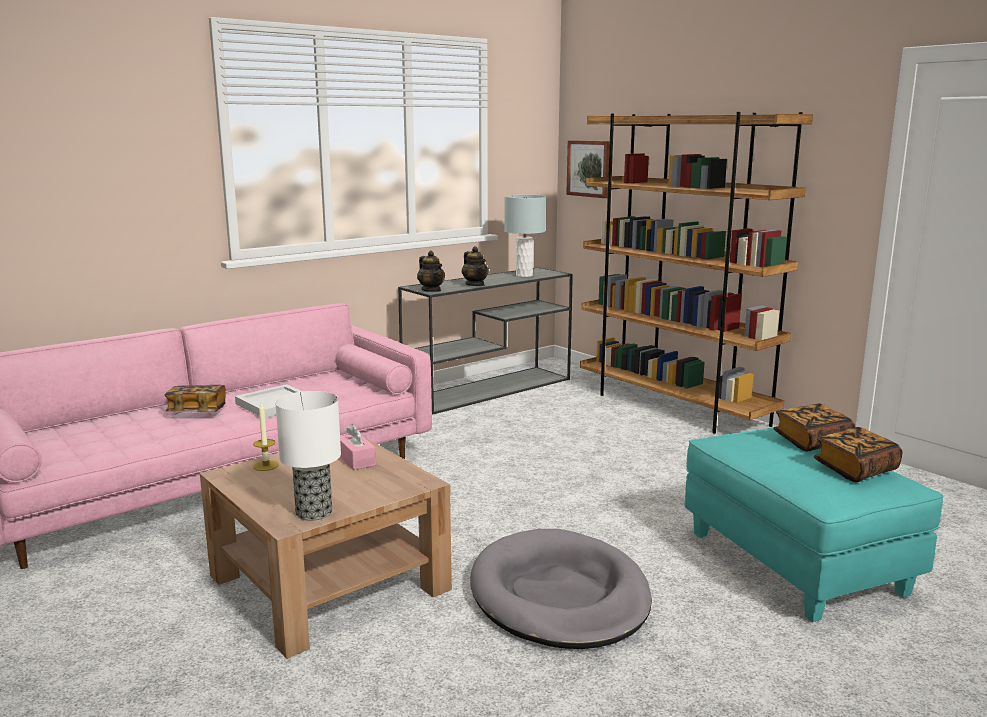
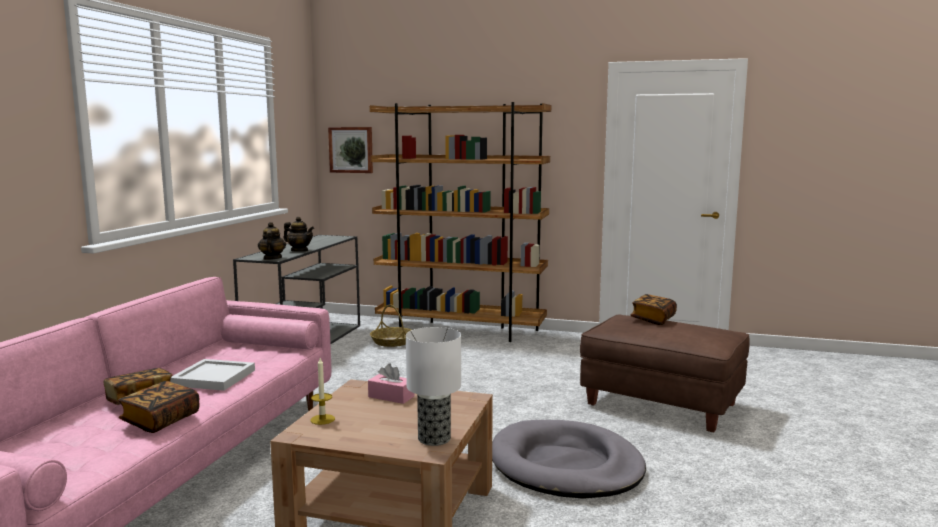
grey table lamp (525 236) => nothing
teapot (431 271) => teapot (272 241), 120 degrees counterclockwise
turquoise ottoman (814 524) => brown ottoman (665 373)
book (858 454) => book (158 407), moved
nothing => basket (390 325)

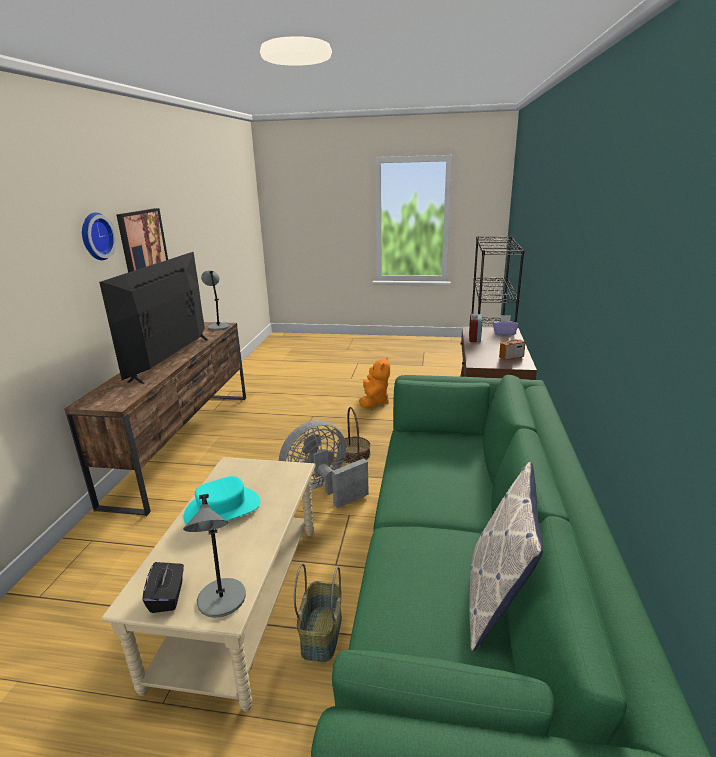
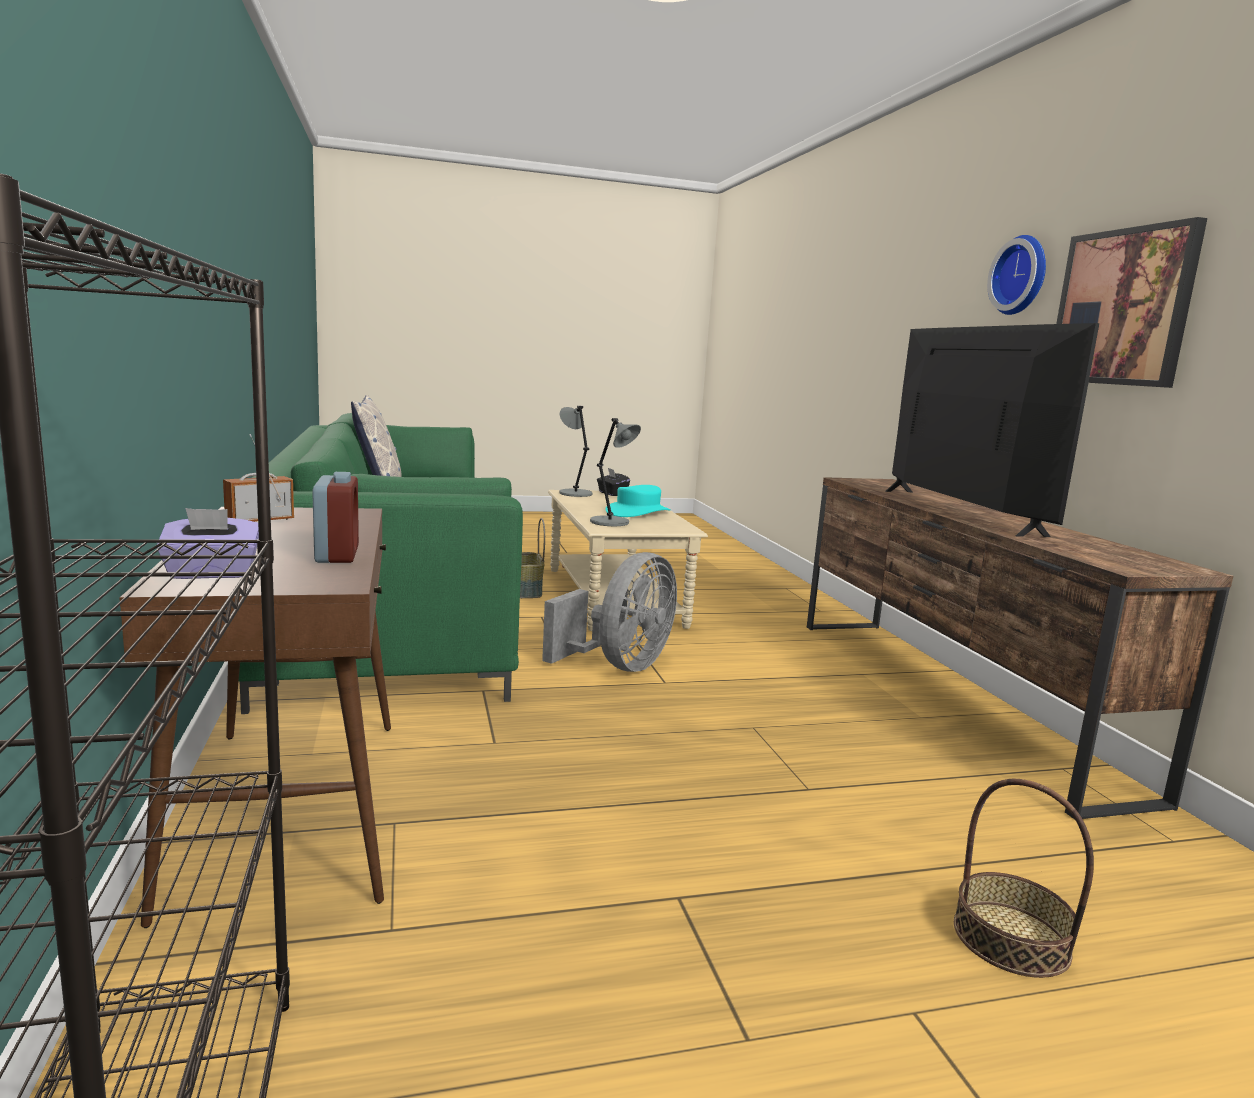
grey table lamp (215 300) => grey table lamp (615 472), moved
orange plush toy (374 383) => nothing
basket (354 435) => basket (1024 878), moved

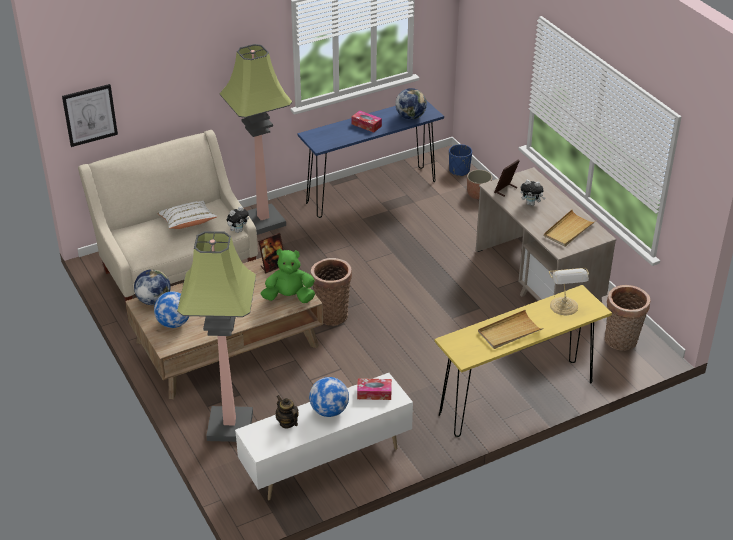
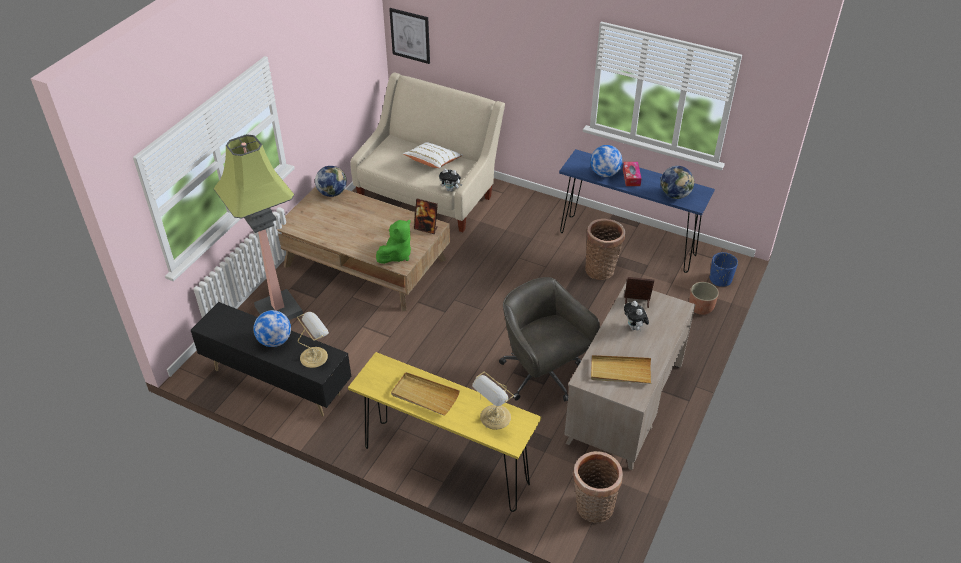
floor lamp (256 139) => nothing
green plush toy (288 276) => green plush toy (393 242), 75 degrees clockwise
basket (331 292) => basket (605 249), moved
globe (171 309) => globe (606 161), moved
white tv stand (324 436) => black tv stand (271 359)
tissue box (374 389) => table lamp (313 340)
teapot (287 411) => nothing
nothing => grey office chair (549 339)

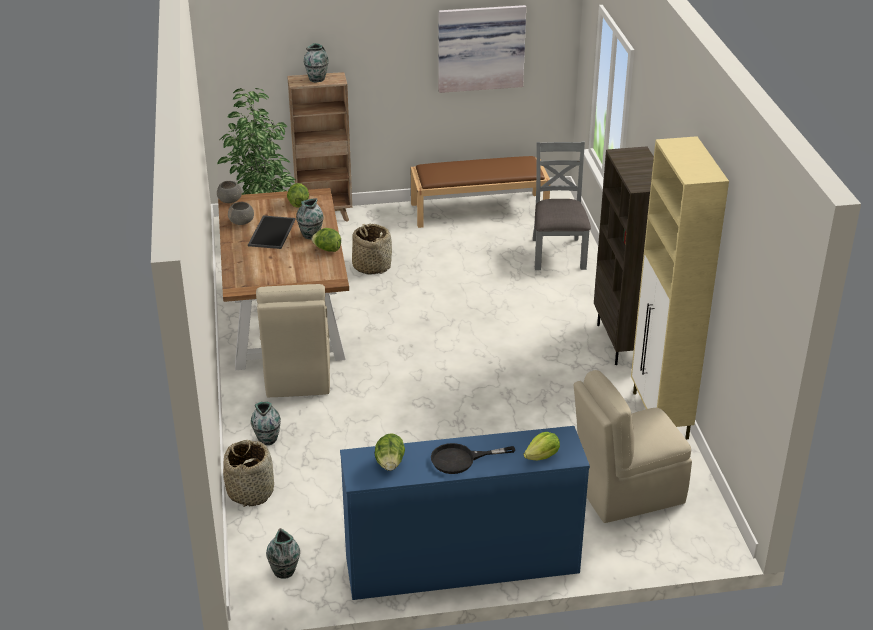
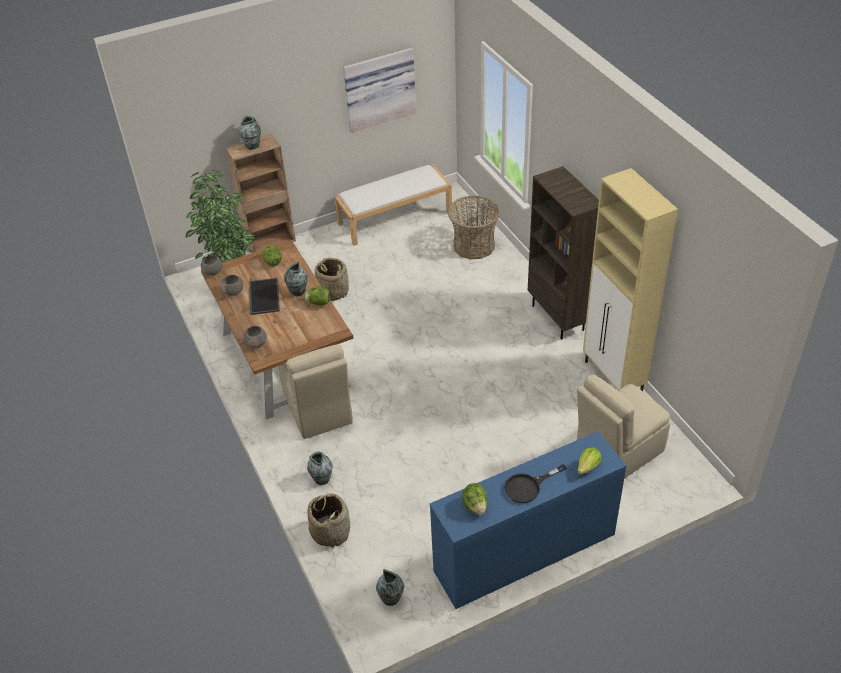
grey chair (562 206) => basket (474 227)
brown bench (480 192) => white bench (393 205)
nothing => grey bowl (255 337)

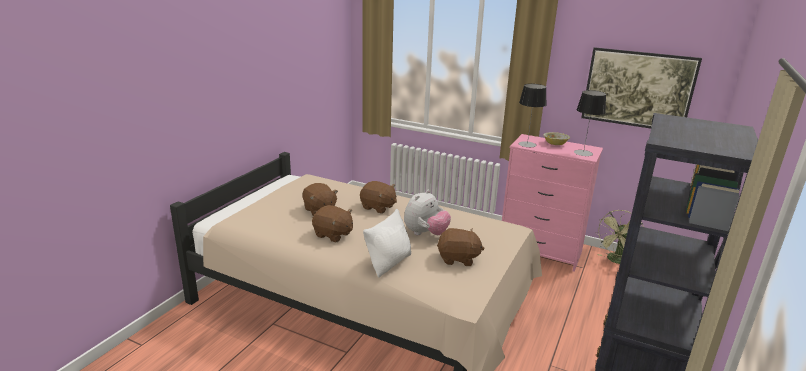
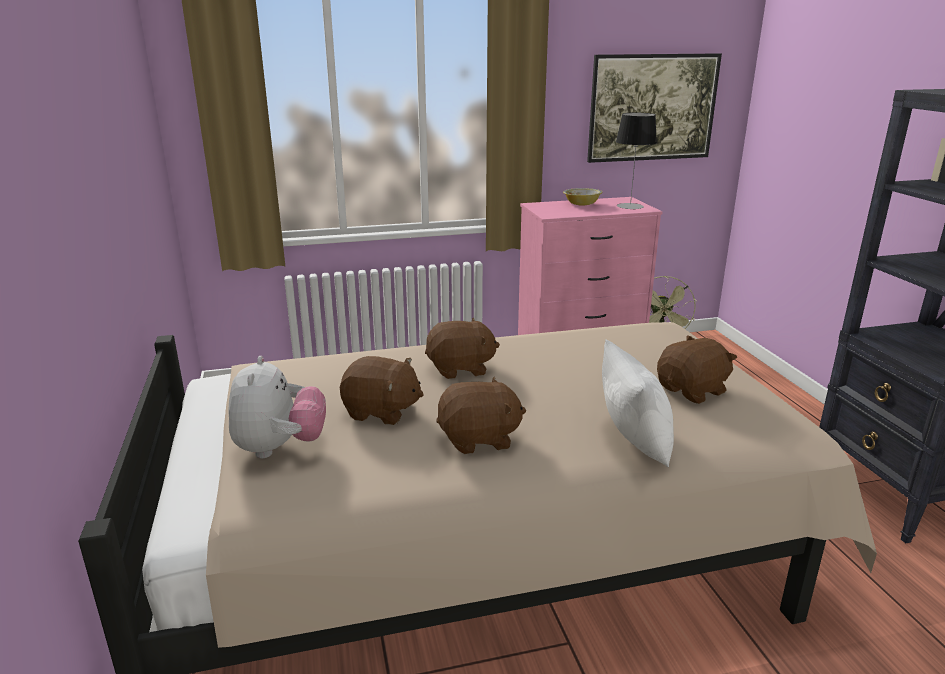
table lamp (533 115) => nothing
plush toy (427 212) => plush toy (277 407), moved

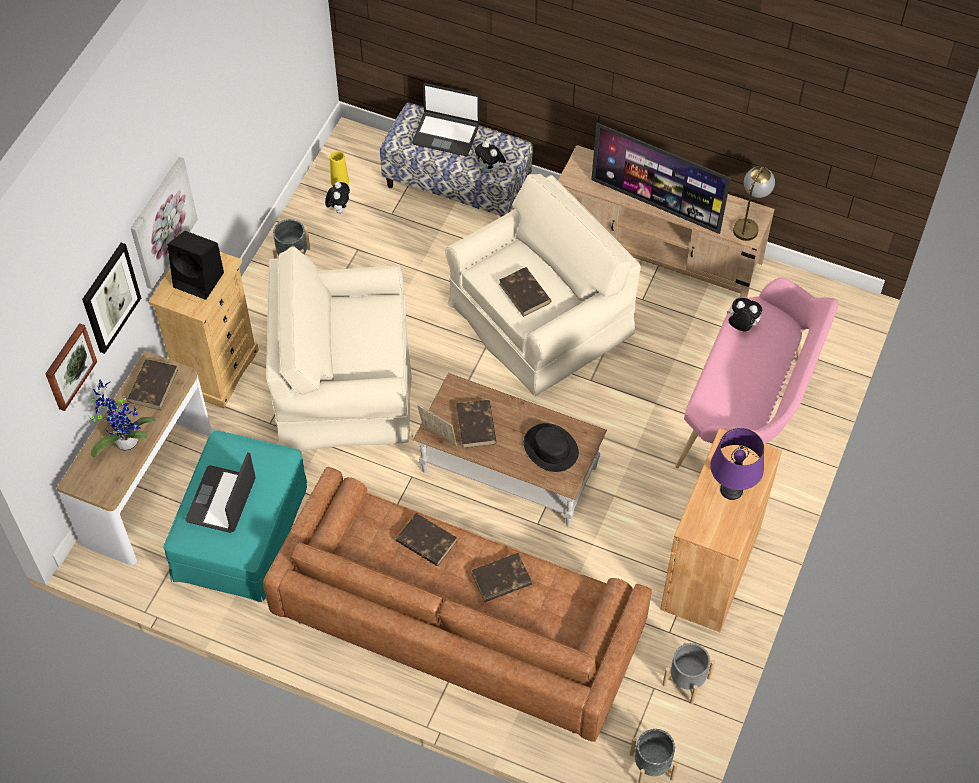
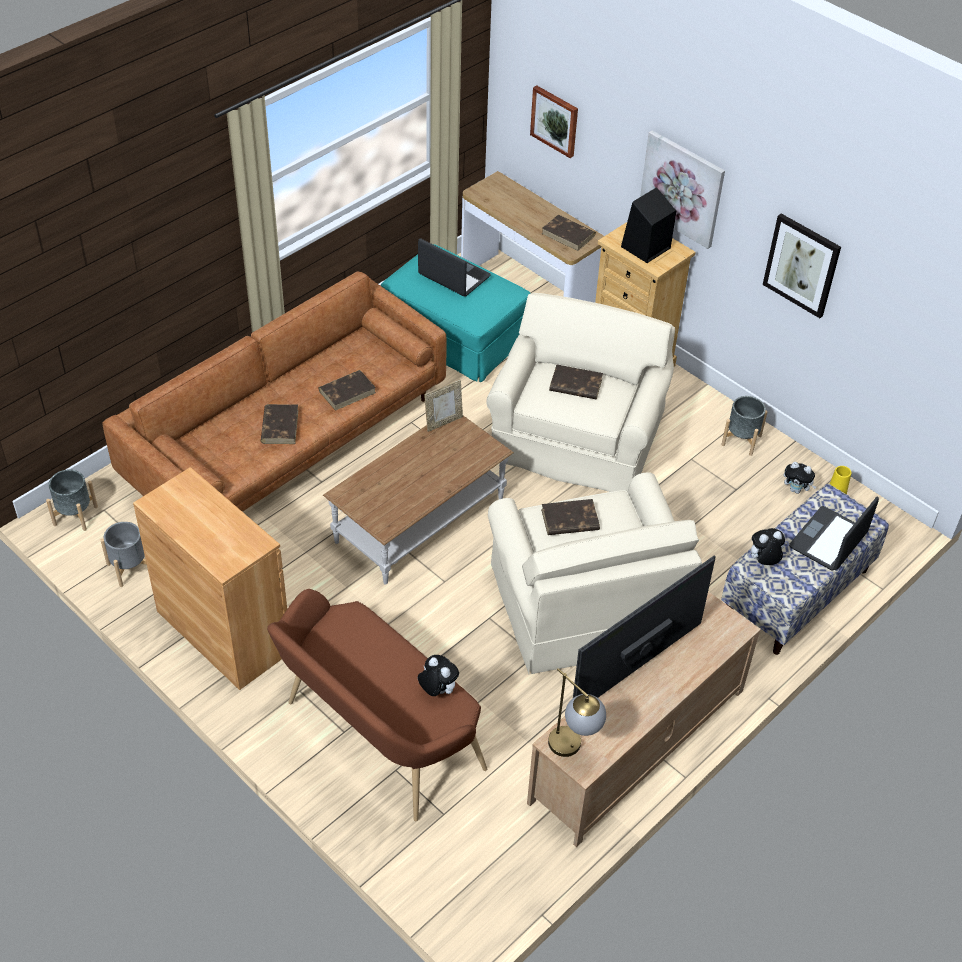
picture (111 298) => picture (802 266), moved
pink bench (756 373) => brown bench (377 705)
plush toy (744 315) => plush toy (438 675), 90 degrees counterclockwise
potted plant (121 418) => nothing
brown book (476 424) => brown book (576 381), moved
black hat (551 447) => nothing
purple table lamp (737 464) => nothing

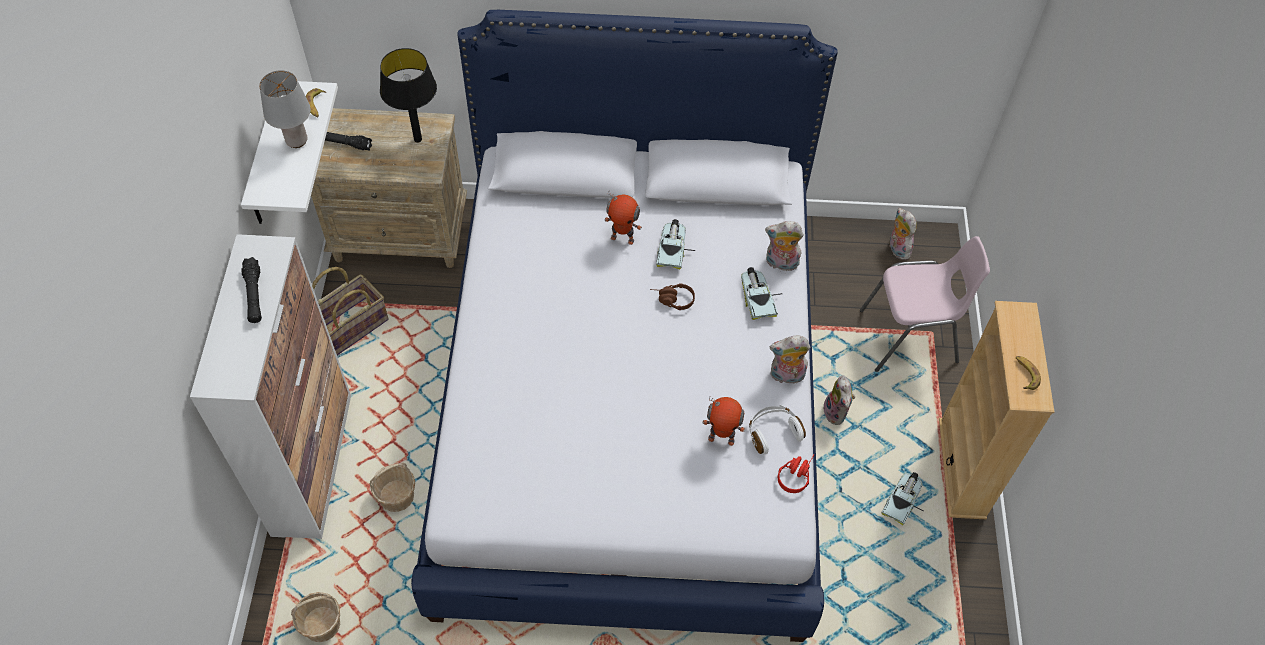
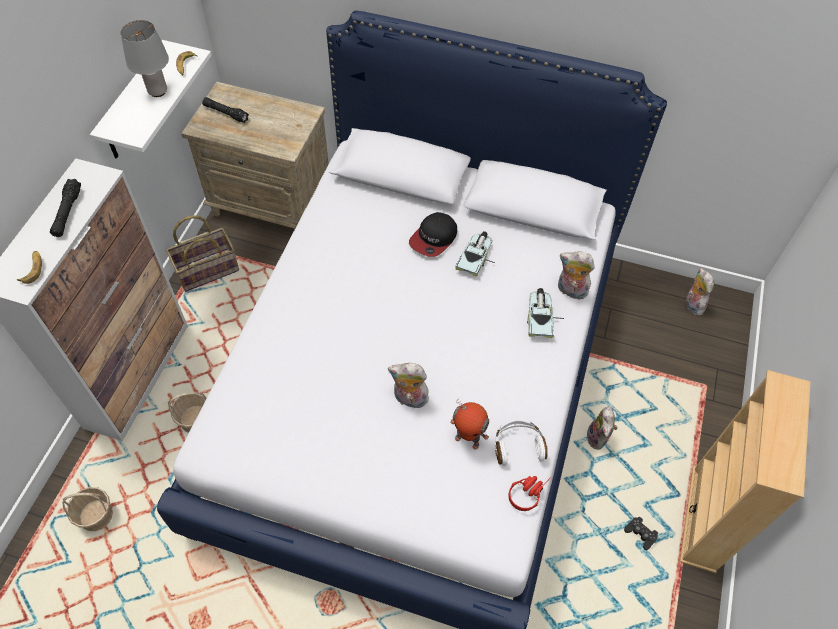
black table lamp (408 95) => nothing
toy robot (623 217) => cap (433 234)
pink chair (925 304) => nothing
brown headphones (672 296) => nothing
plush toy (790 359) => plush toy (408 385), moved
banana (1028 373) => banana (29 267), moved
toy car (903 498) => black game controller (641 533)

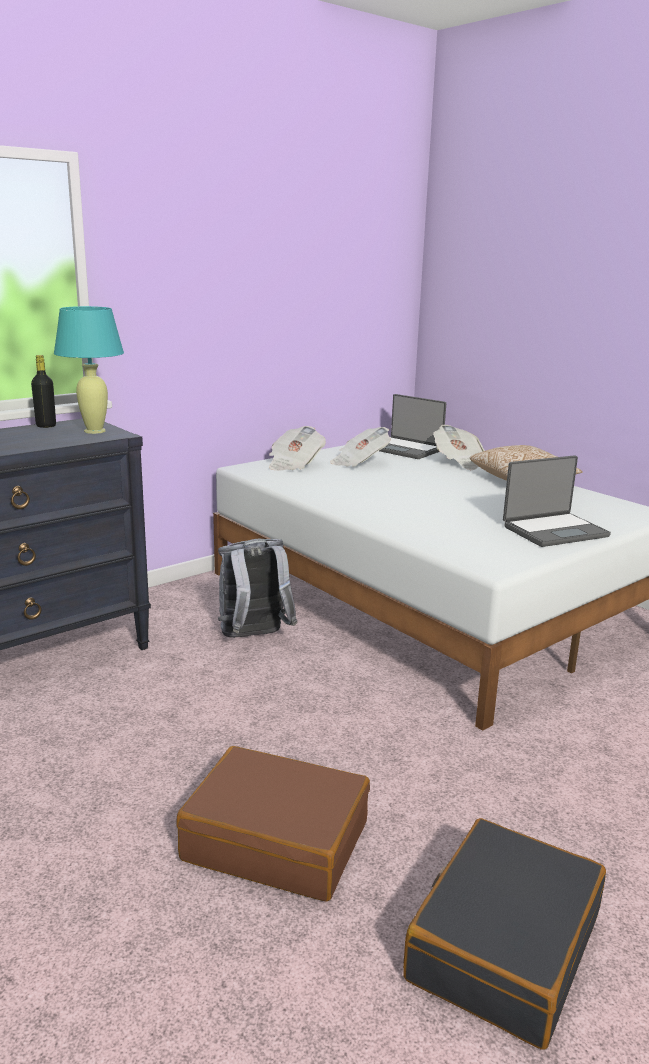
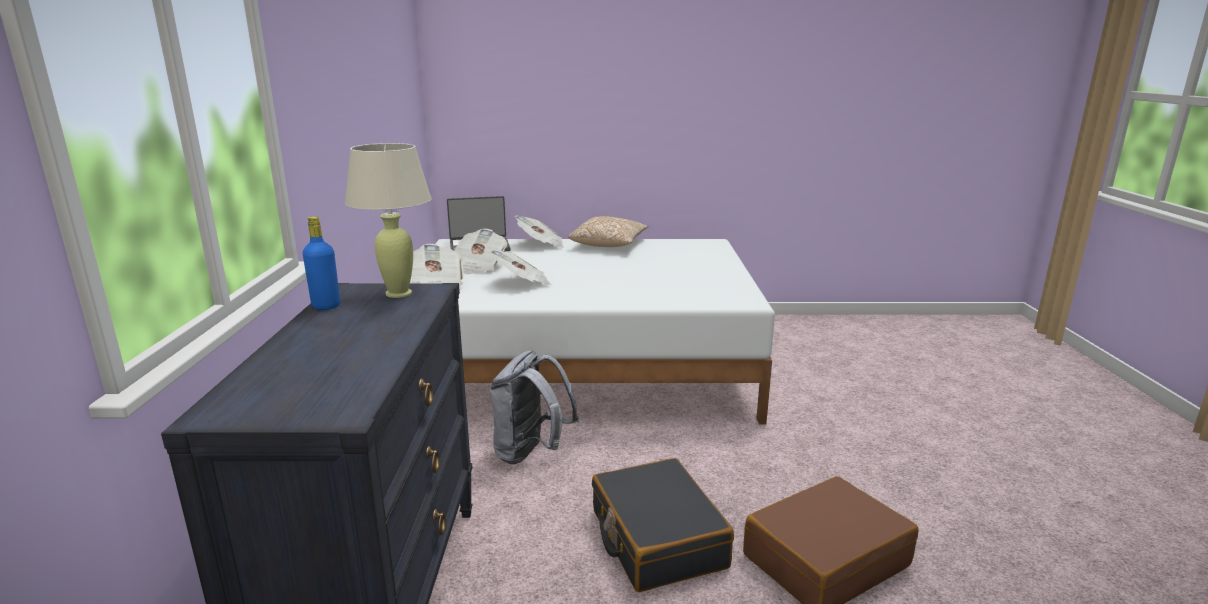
turquoise table lamp (89 370) => beige table lamp (388 220)
black bottle (43 391) => blue bottle (321 263)
laptop (557 501) => nothing
black suitcase (504 934) => black suitcase (663 525), moved
nothing => newspaper (521 267)

